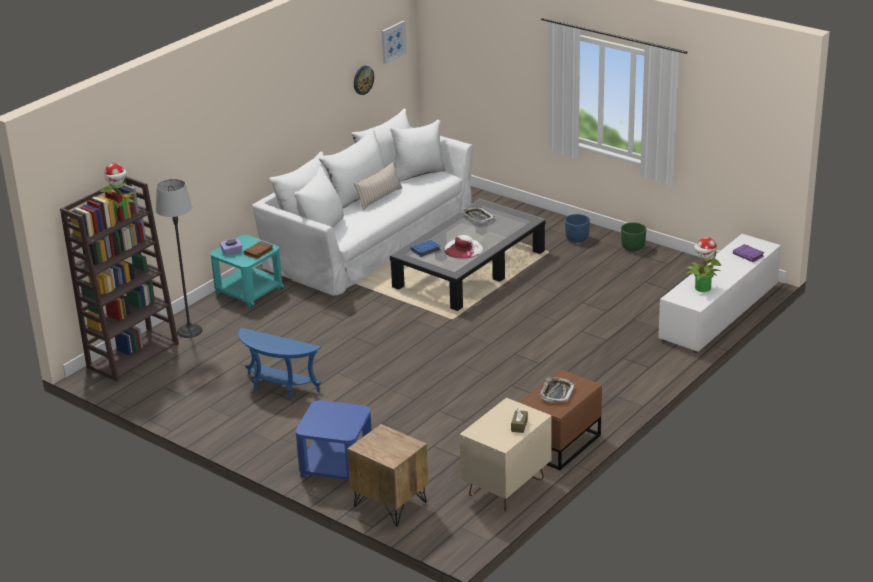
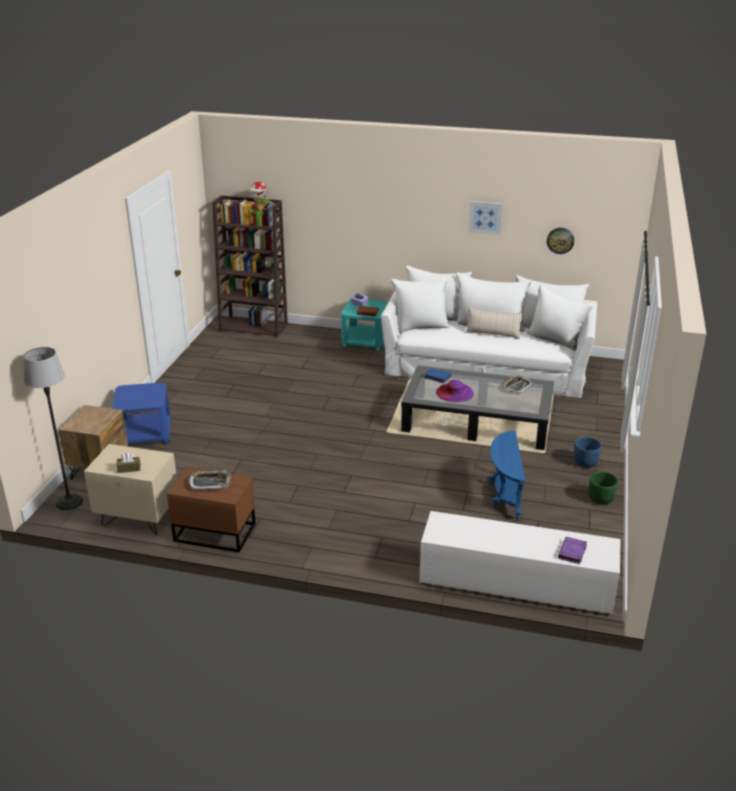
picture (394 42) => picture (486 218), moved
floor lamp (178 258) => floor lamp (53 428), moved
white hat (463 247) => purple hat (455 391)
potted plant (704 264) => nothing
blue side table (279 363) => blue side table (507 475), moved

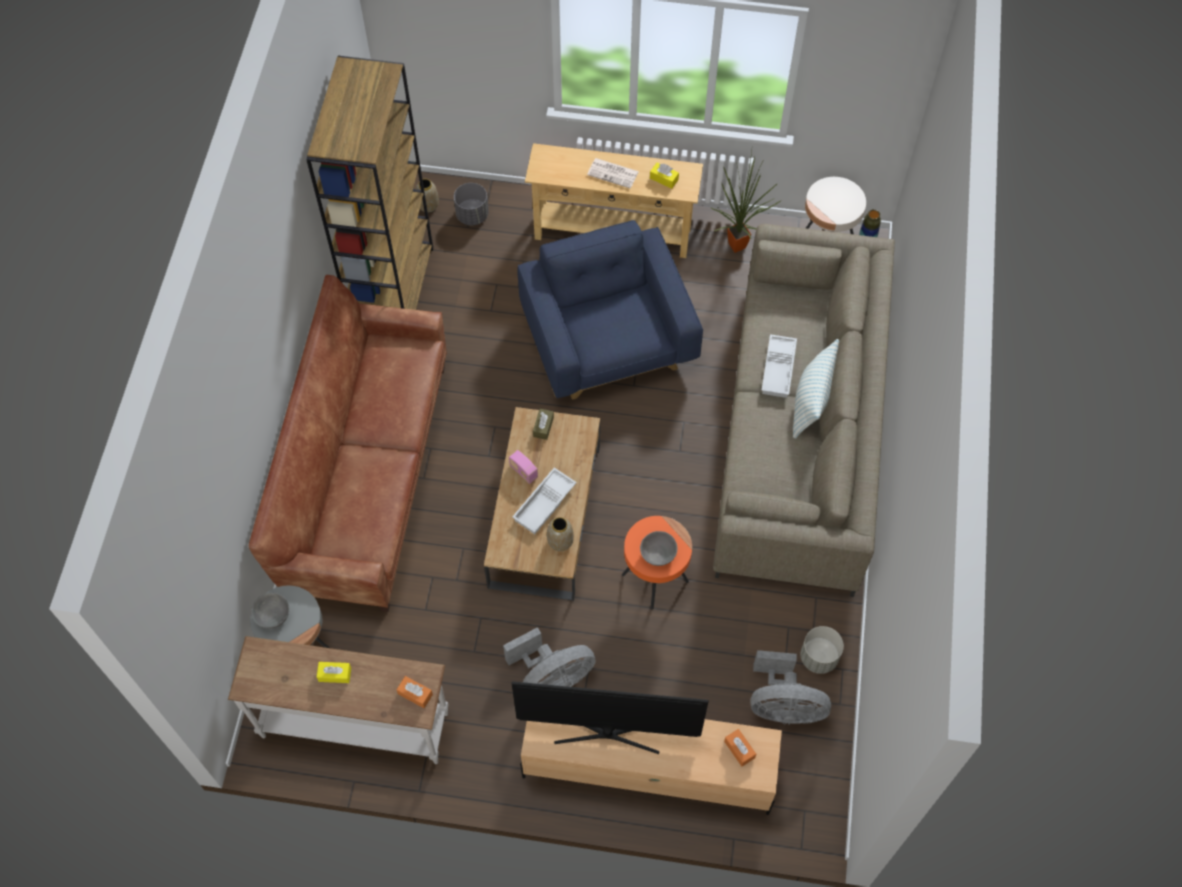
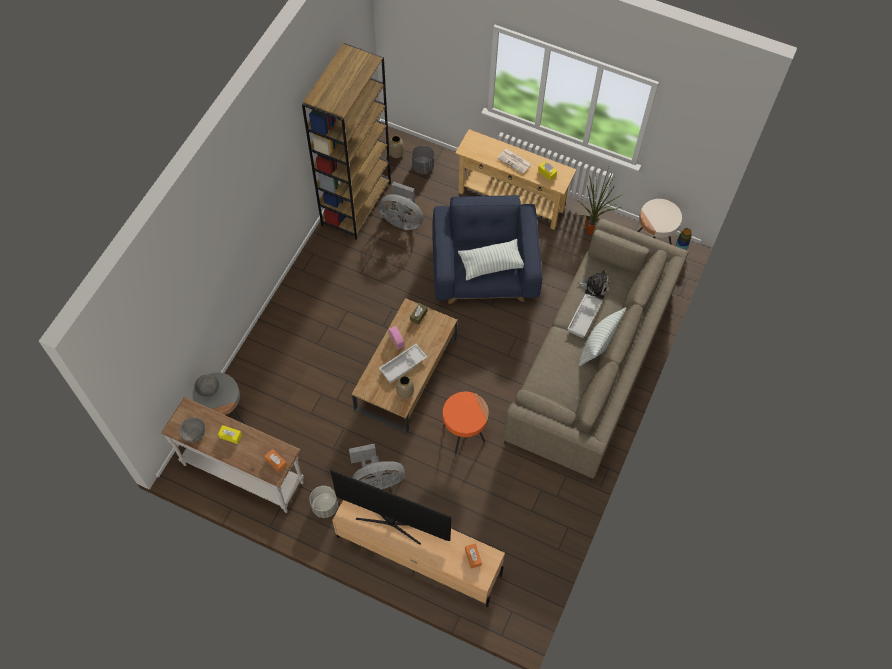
brown sofa (348 443) => nothing
grey bowl (658 548) => grey bowl (192 429), moved
grey planter (822 650) => grey planter (323 502), moved
grey fan (791 687) => grey fan (401 205), moved
nothing => pillow (491 259)
nothing => plush toy (593 284)

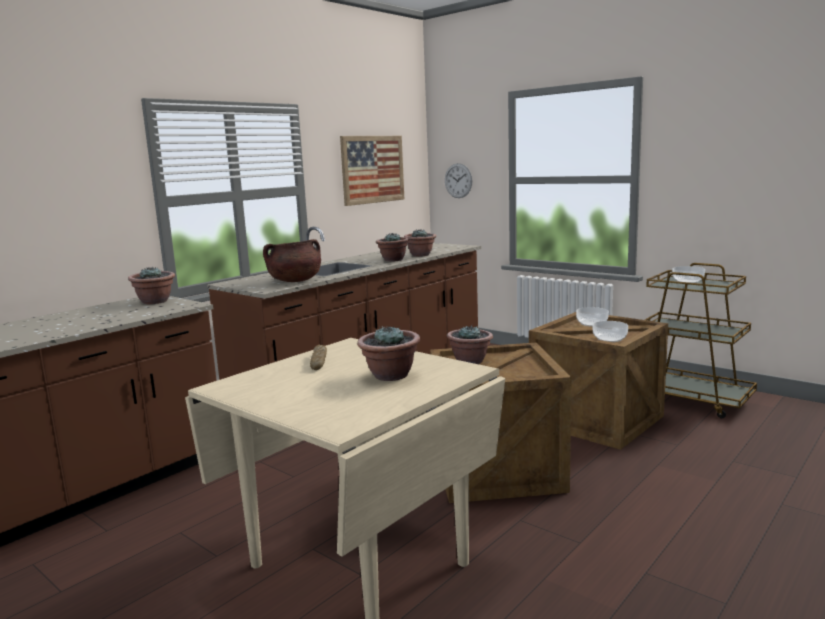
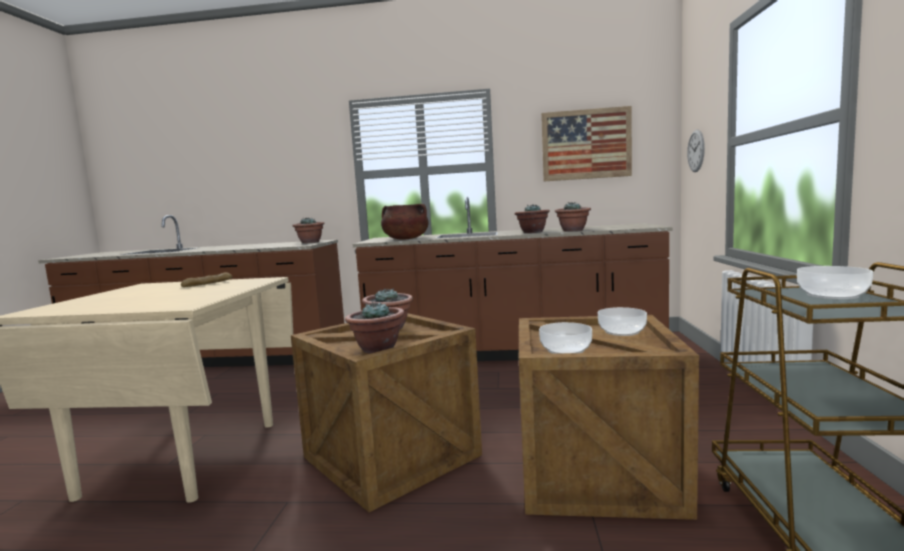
potted plant (388 353) => potted plant (374 327), moved

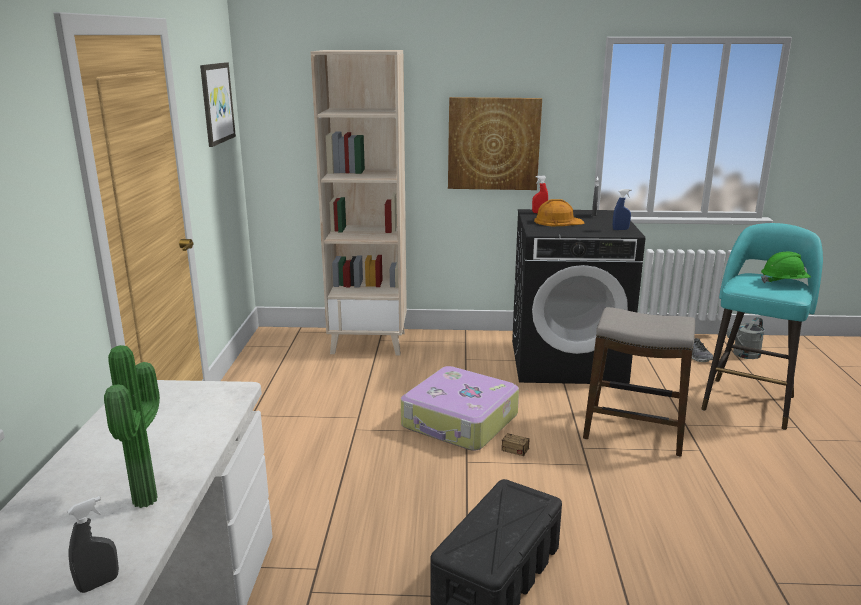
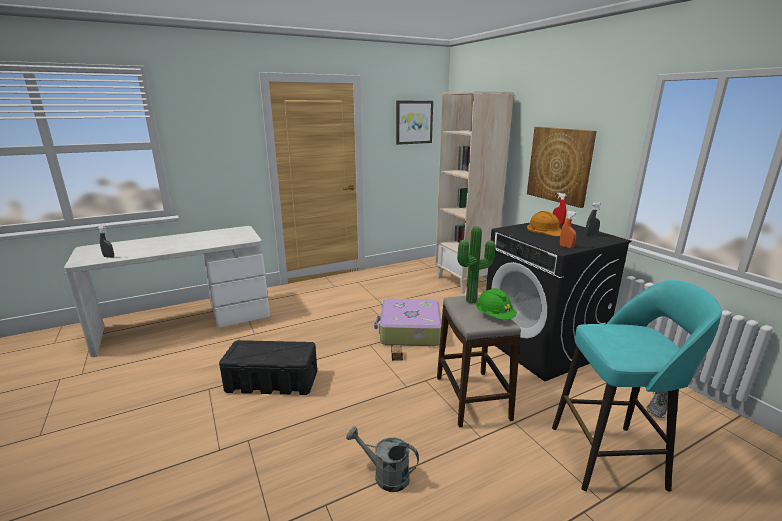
blue spray bottle (622 209) => orange spray bottle (569 229)
green hard hat (786 267) => green hard hat (496 304), moved
grey watering can (745 338) => grey watering can (382 459), moved
potted plant (132 426) => potted plant (476 264), moved

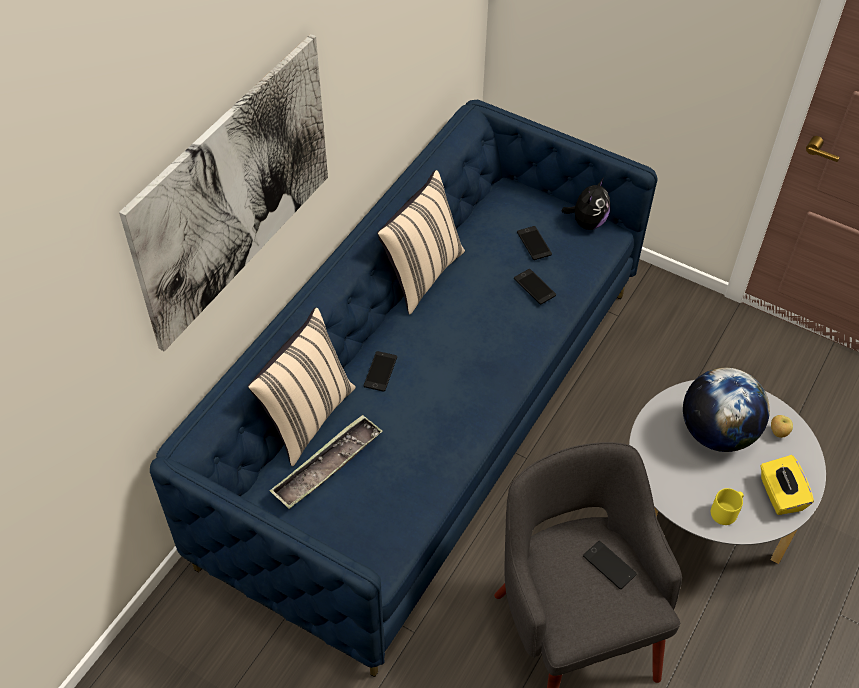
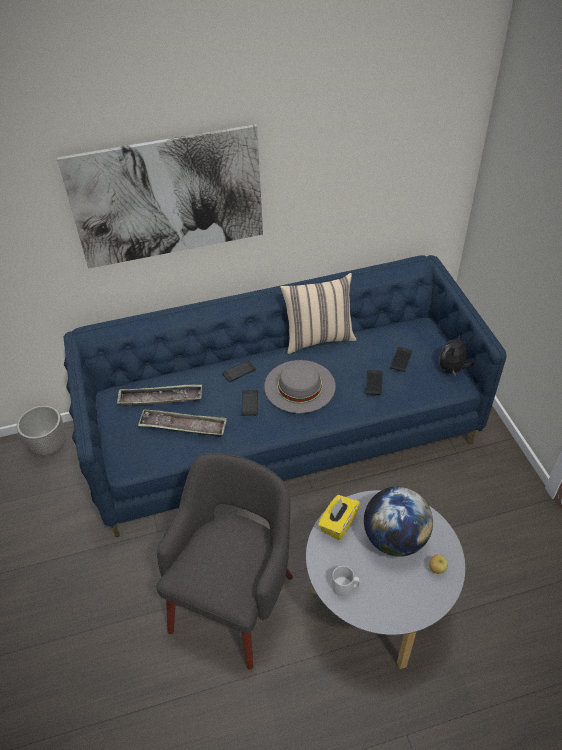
plush toy (586 204) => plush toy (457 355), 135 degrees clockwise
beige pillow (302 387) => nothing
yellow tissue box (787 485) => yellow tissue box (339 517), moved
yellow mug (727 506) => grey mug (346 581)
phone (610 565) => phone (249 403), moved
nothing => grey hat (300 386)
nothing => planter (41 430)
nothing => tray (182 423)

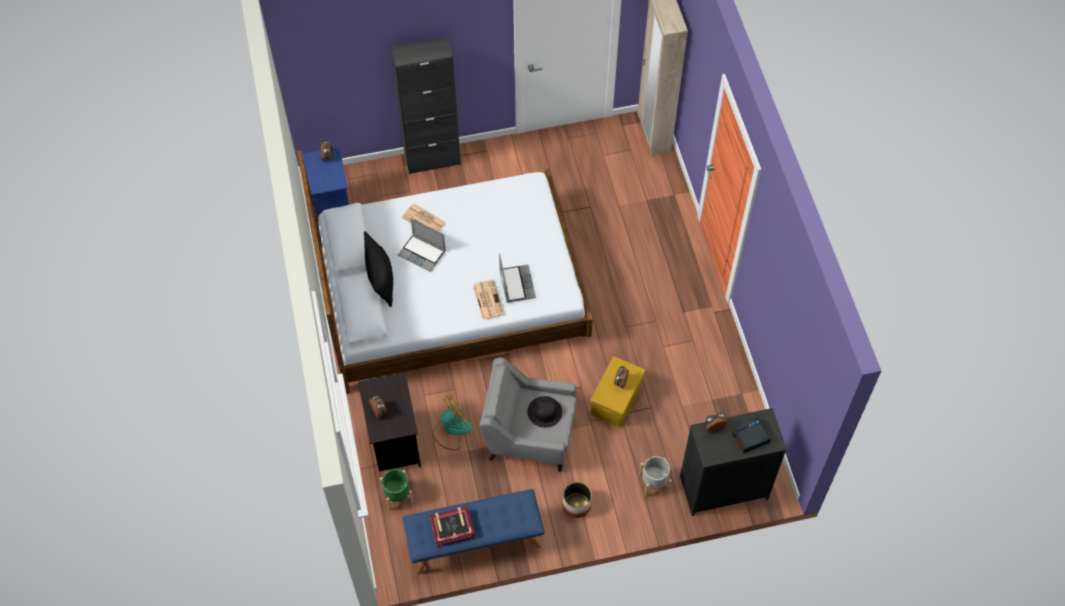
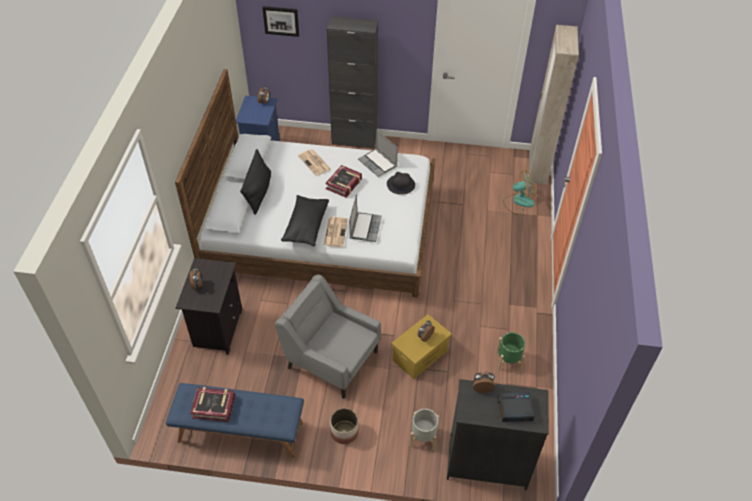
laptop (422 245) => laptop (378 154), moved
fan (452 422) => fan (519 192), moved
black hat (544 412) => black hat (401 183), moved
green planter (397 490) => green planter (510 351), moved
nothing => picture (280 21)
nothing => book (343 181)
nothing => black pillow (305 220)

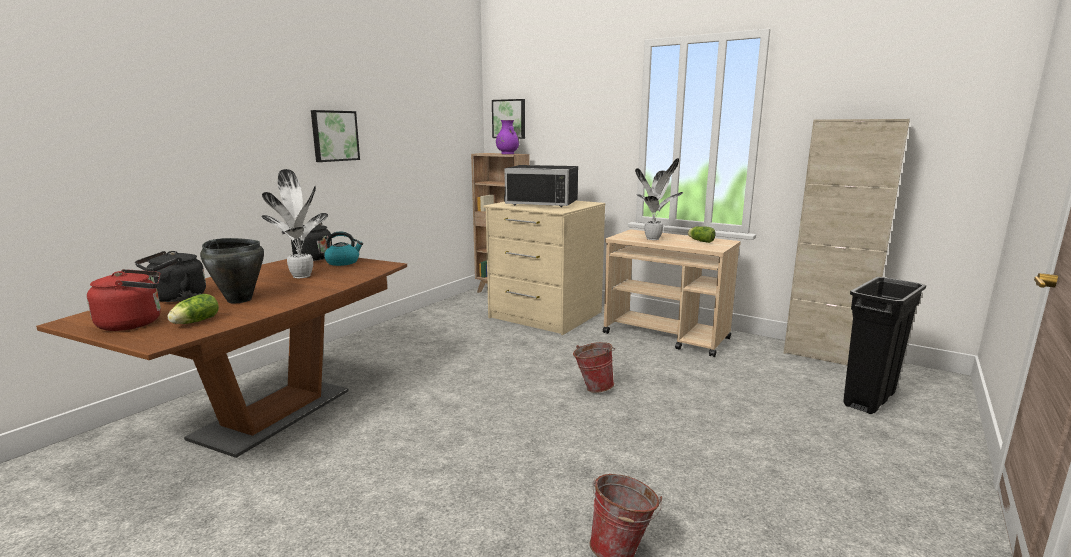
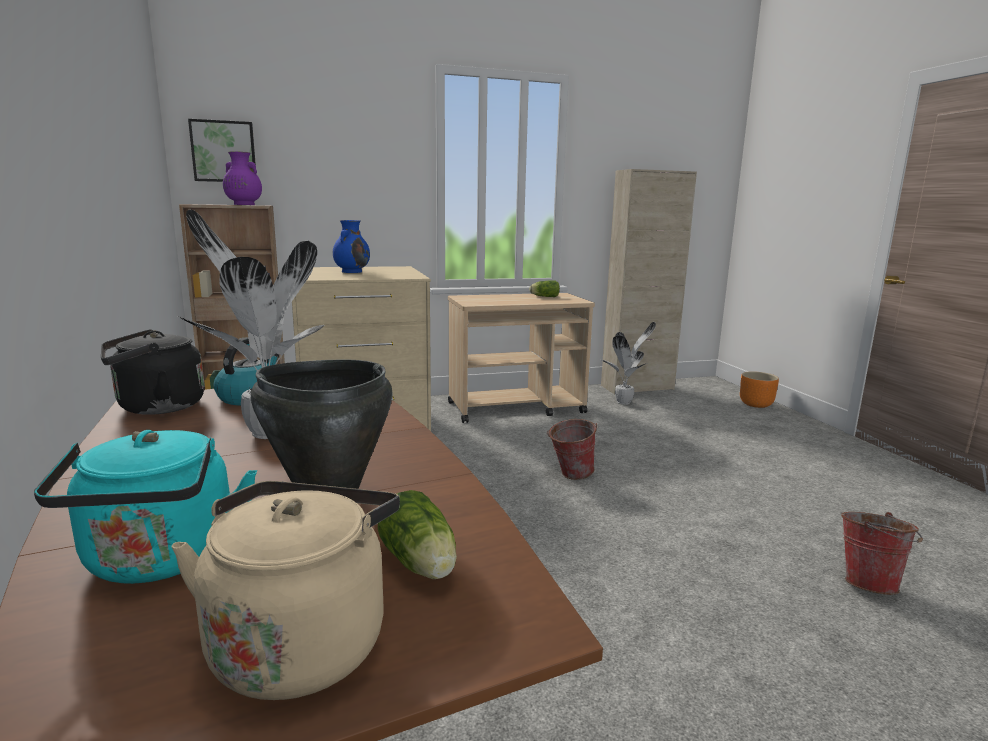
picture (335 136) => nothing
potted plant (659 199) => potted plant (628 363), moved
black microwave (541 186) => blue vase (351 246)
black kettle (170 276) => turquoise kettle (145 507)
red kettle (124 300) => beige kettle (285 590)
black trash can (884 345) => nothing
nothing => orange planter (759 389)

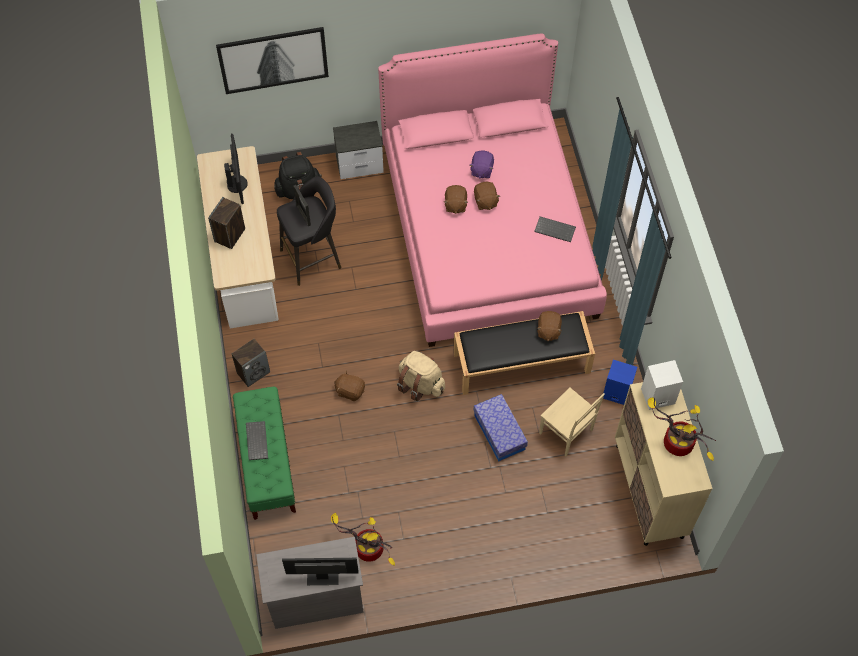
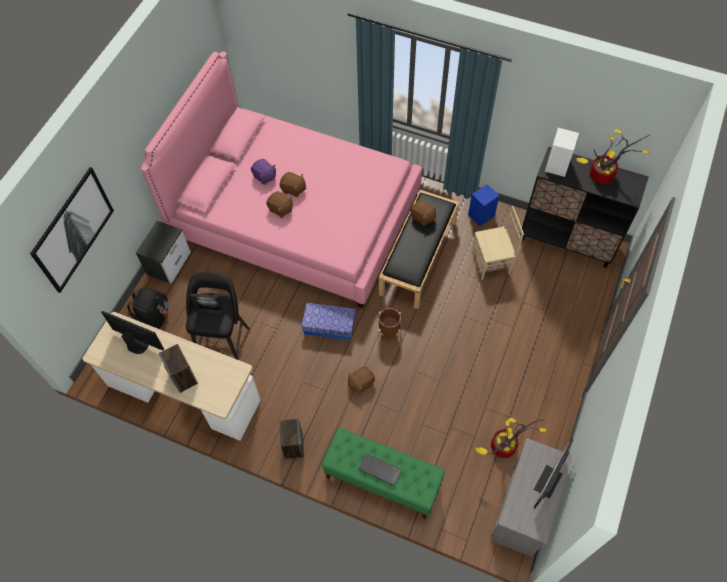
keyboard (555 229) => nothing
beige backpack (421 376) => brown planter (389 325)
beige cabinet (664 464) => black cabinet (584 207)
storage box (501 427) => storage box (328 321), moved

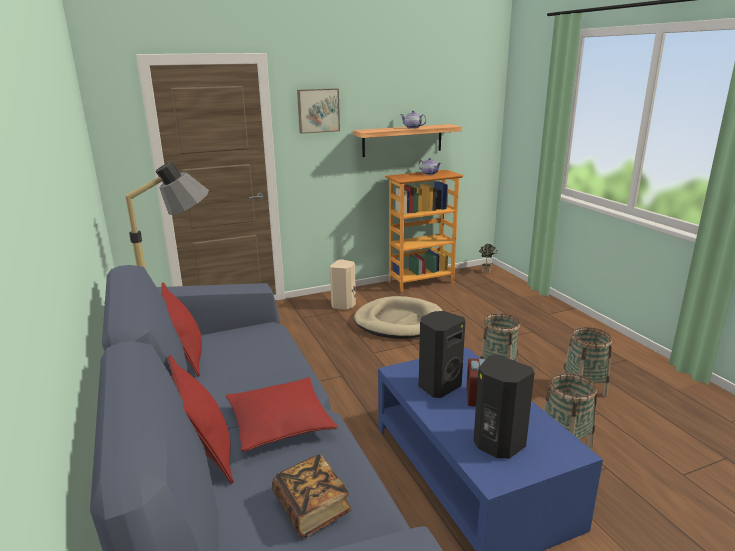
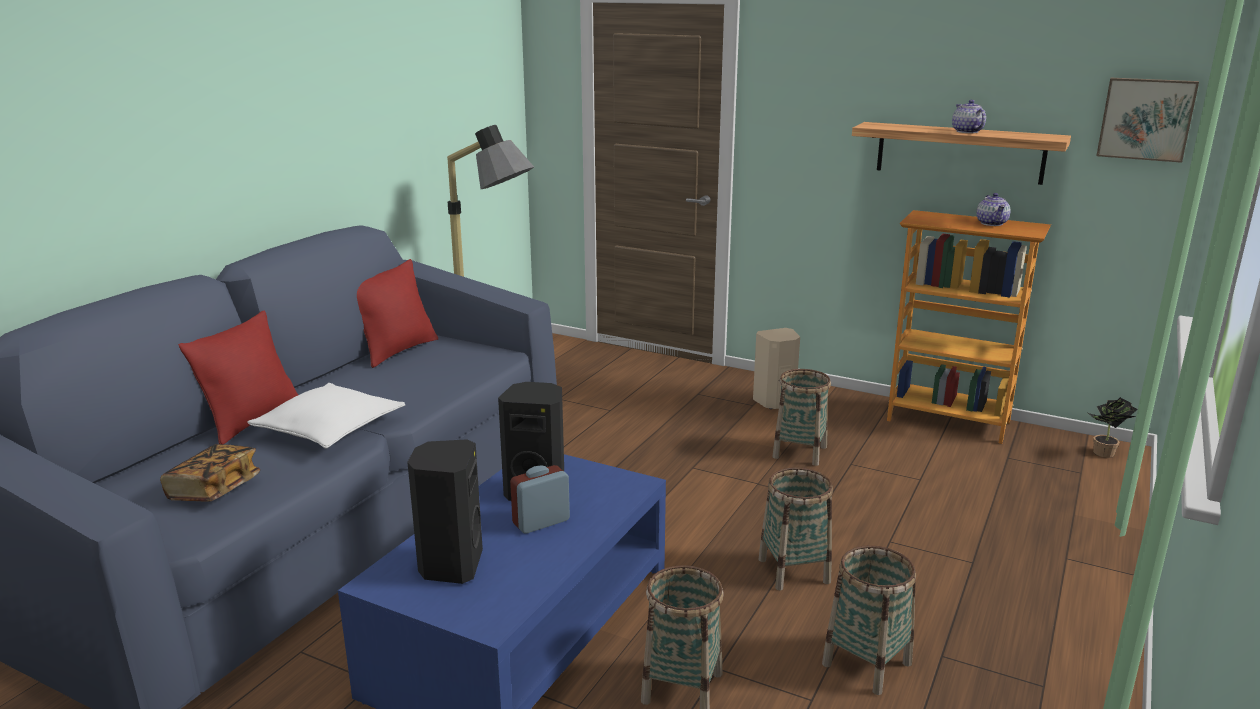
picture (318 111) => picture (1147 120), moved
beige dog bed (398 317) => basket (801 417)
red pillow (282 414) => white pillow (326 415)

